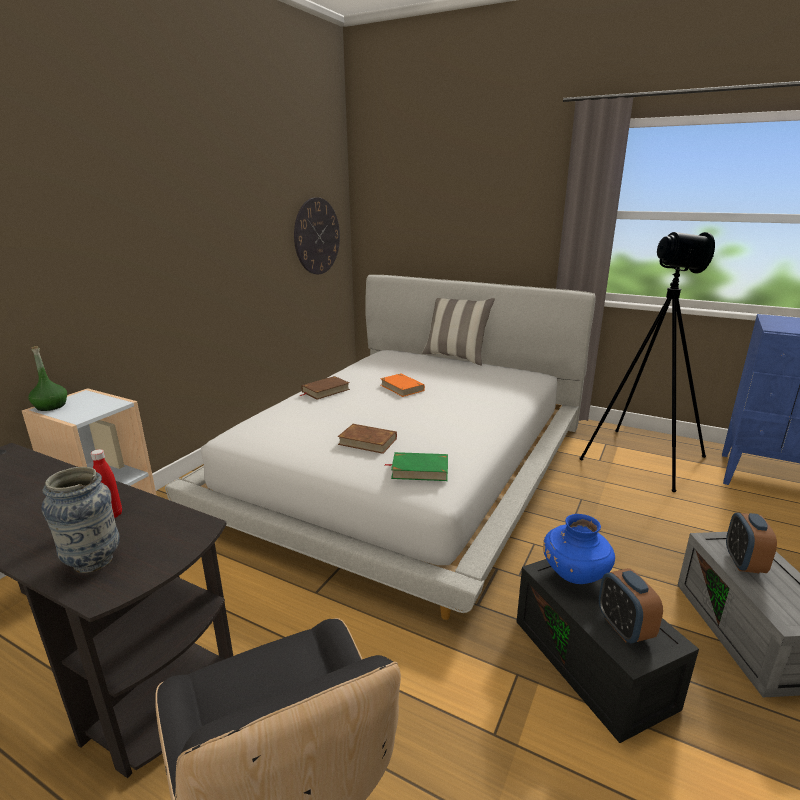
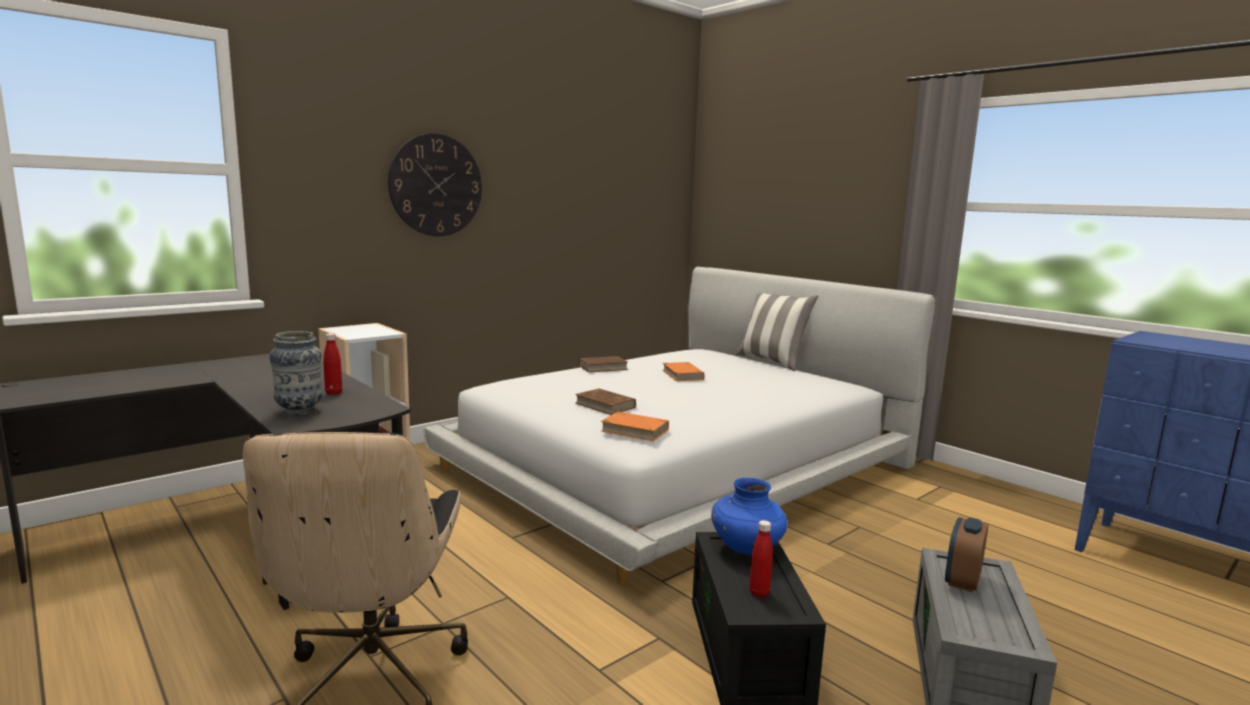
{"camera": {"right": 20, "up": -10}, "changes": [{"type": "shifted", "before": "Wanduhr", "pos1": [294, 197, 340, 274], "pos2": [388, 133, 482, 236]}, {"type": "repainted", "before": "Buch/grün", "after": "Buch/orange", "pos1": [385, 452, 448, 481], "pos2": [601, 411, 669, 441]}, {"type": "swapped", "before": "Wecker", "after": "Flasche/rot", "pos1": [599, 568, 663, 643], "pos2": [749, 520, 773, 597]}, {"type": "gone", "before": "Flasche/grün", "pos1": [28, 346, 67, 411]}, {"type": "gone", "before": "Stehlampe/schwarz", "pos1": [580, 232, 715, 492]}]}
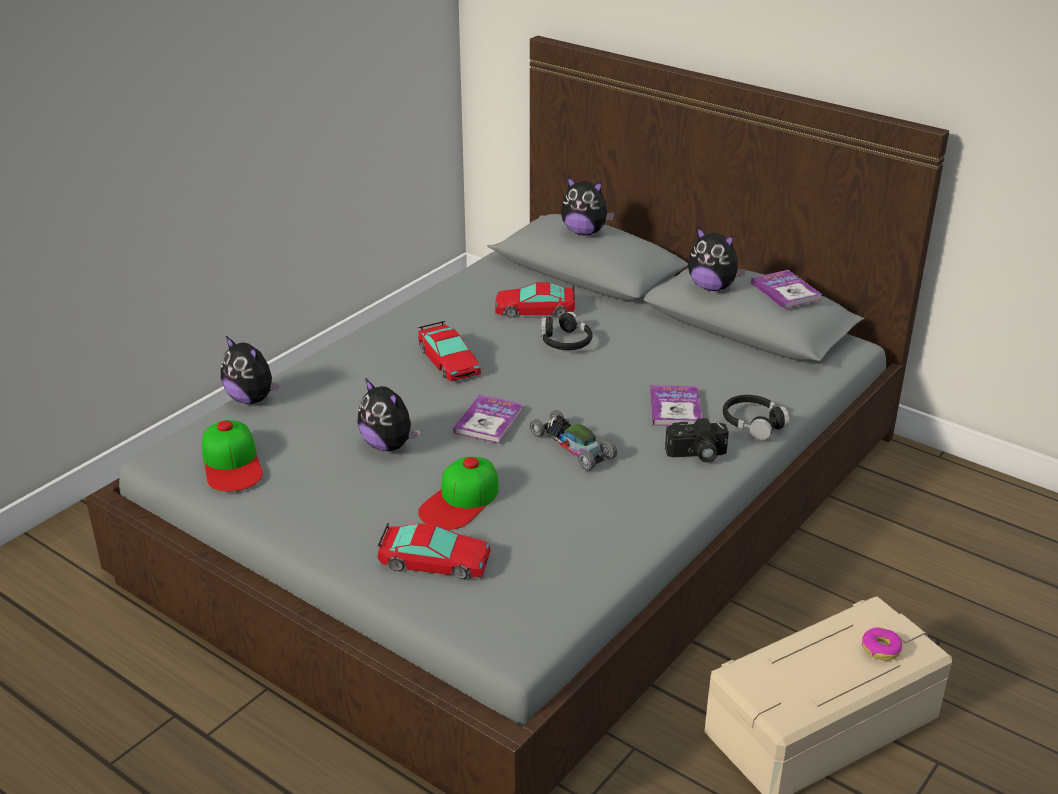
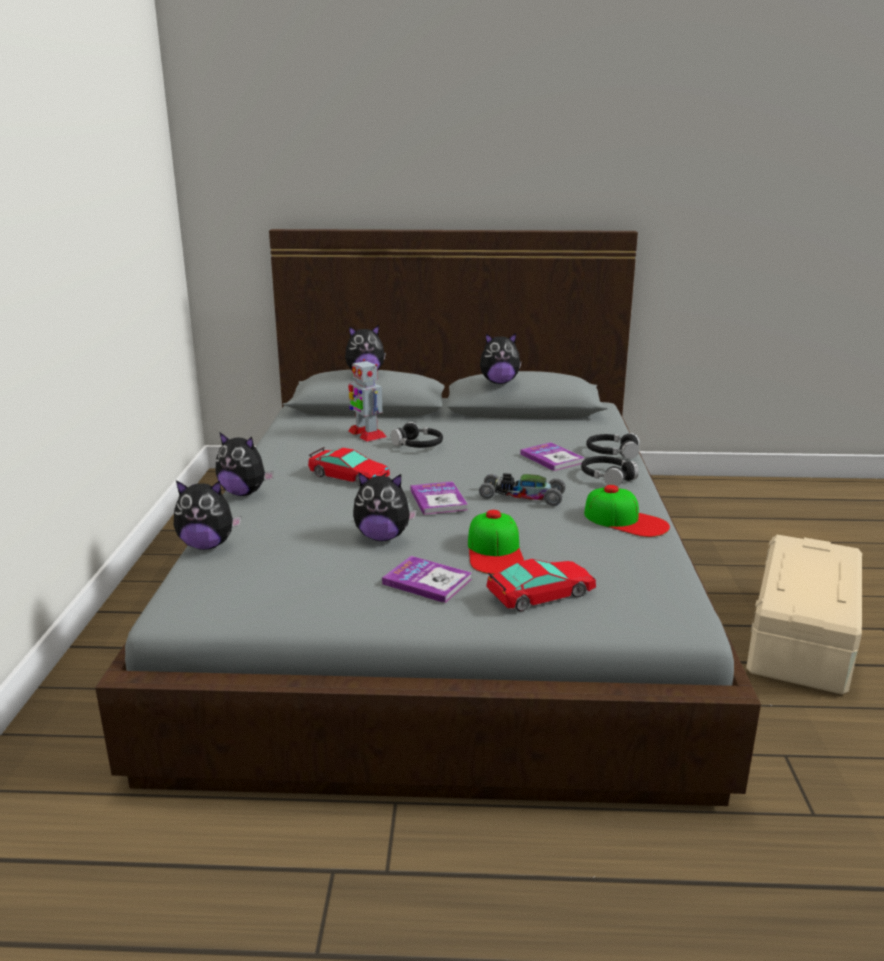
{"camera": {"right": -35, "up": -10}, "changes": [{"type": "new", "after": "Plüschtier", "pos2": [215, 432, 274, 496]}, {"type": "swapped", "before": "Spielzeugauto", "after": "Spielzeugroboter", "pos1": [495, 282, 575, 318], "pos2": [348, 359, 386, 442]}, {"type": "shifted", "before": "Buch", "pos1": [751, 270, 822, 309], "pos2": [382, 556, 472, 603]}, {"type": "swapped", "before": "Kamera", "after": "Kopfhörer/schwarz", "pos1": [665, 418, 729, 463], "pos2": [581, 456, 639, 486]}, {"type": "shifted", "before": "Kappe", "pos1": [202, 420, 263, 492], "pos2": [584, 485, 670, 537]}, {"type": "gone", "before": "Donut", "pos1": [862, 628, 902, 660]}]}
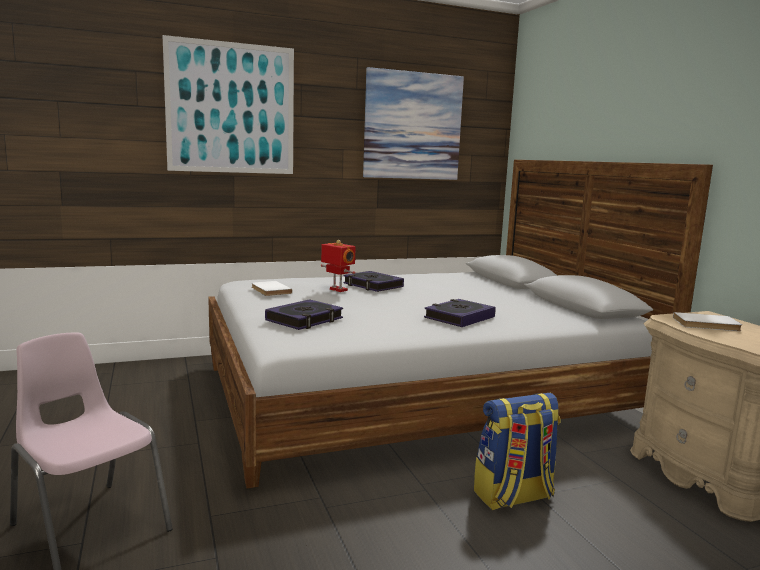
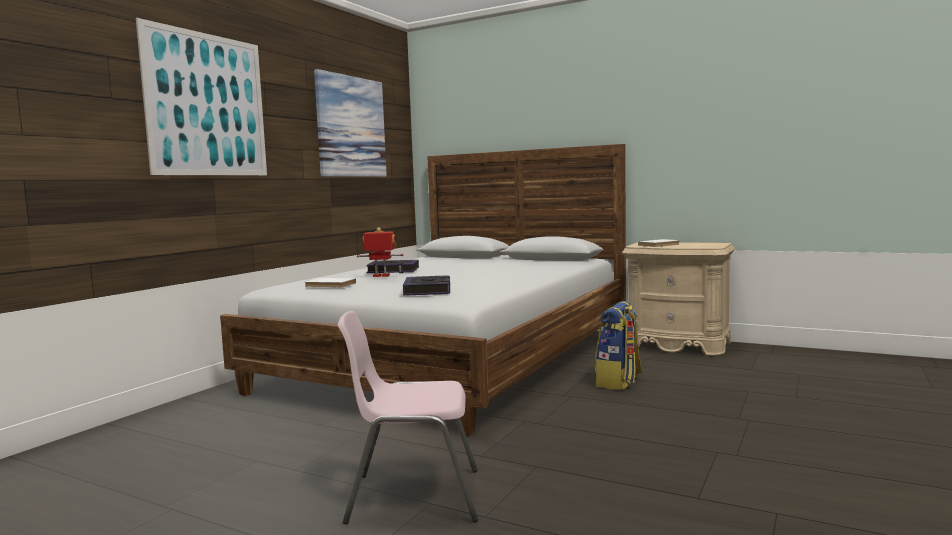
{"camera": {"right": -40, "up": -5}, "changes": [{"type": "gone", "before": "Buch", "pos1": [424, 299, 496, 327]}]}
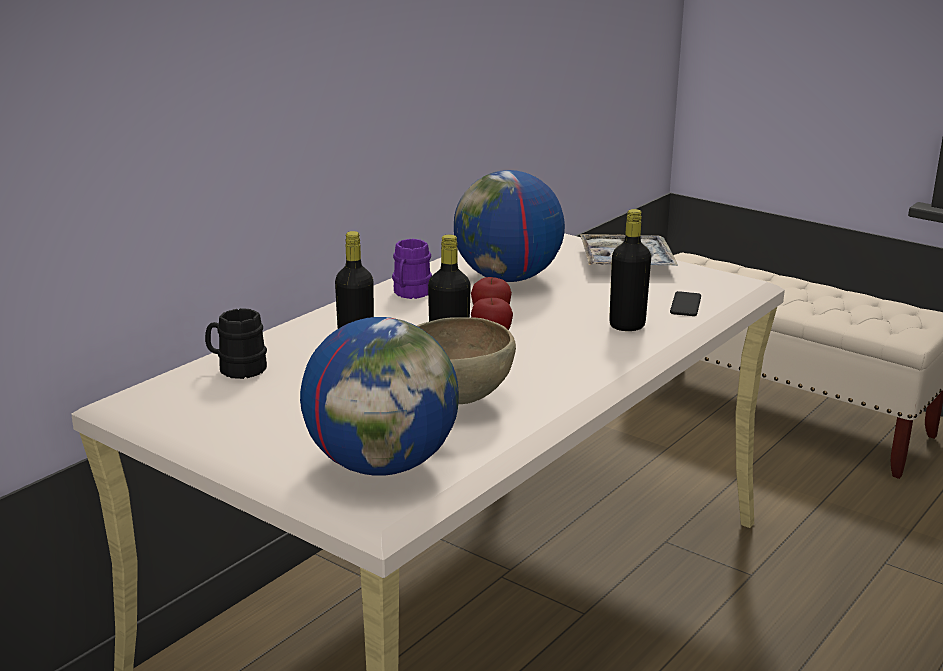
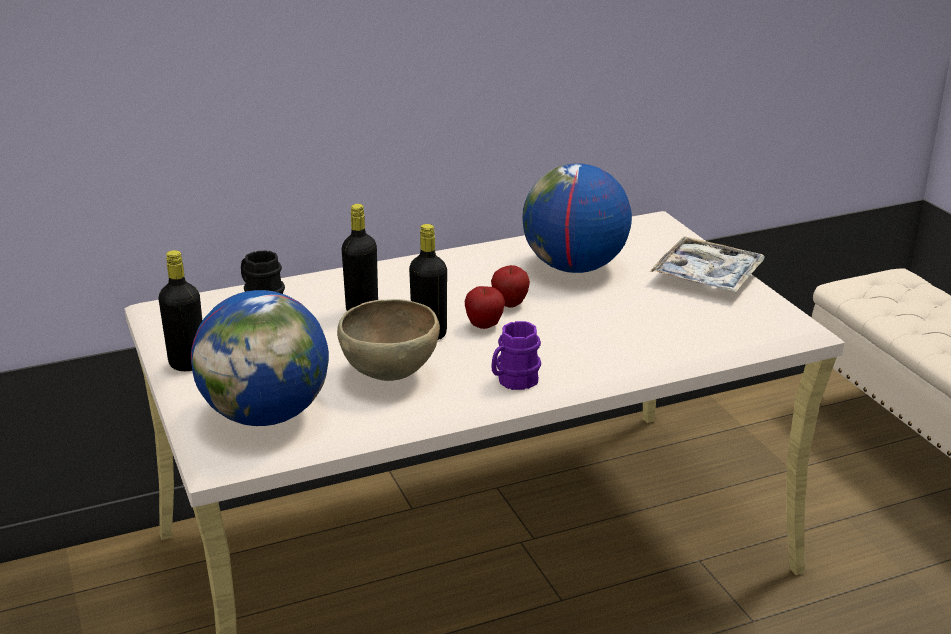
{"camera": {"right": 30, "up": 5}, "changes": [{"type": "shifted", "before": "Flasche/schwarz", "pos1": [609, 209, 651, 331], "pos2": [158, 250, 202, 371]}, {"type": "shifted", "before": "Henkelbecher/lila", "pos1": [392, 239, 432, 299], "pos2": [491, 321, 541, 390]}, {"type": "gone", "before": "Handy", "pos1": [670, 291, 701, 316]}]}
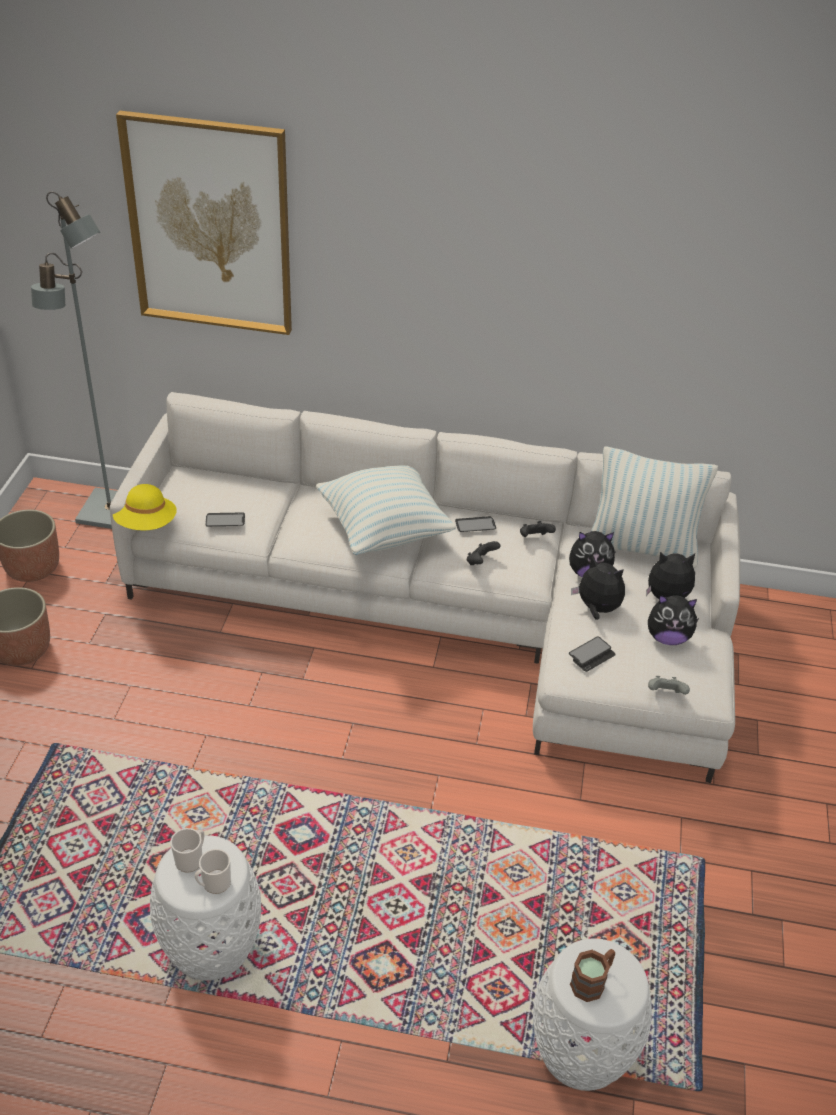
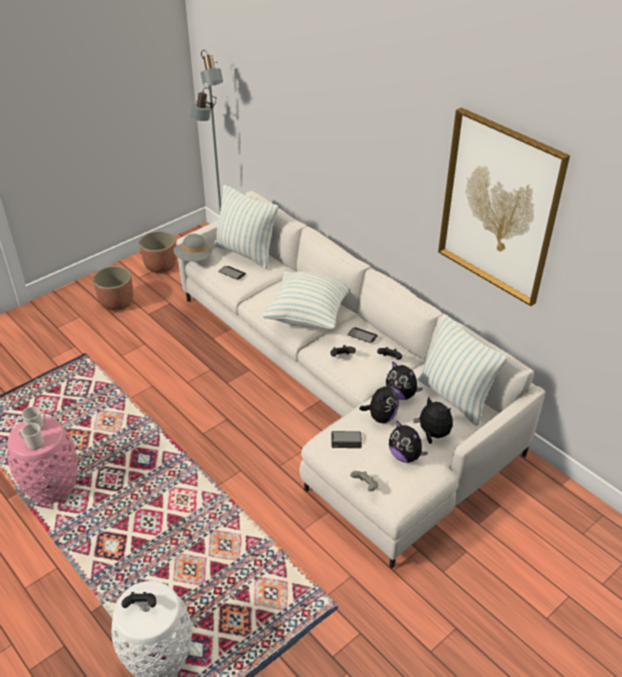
{"camera": {"right": 40, "up": 0}, "changes": [{"type": "repainted", "before": "Hocker/weiß", "after": "Hocker/rosa", "pos1": [150, 835, 262, 981], "pos2": [7, 416, 78, 504]}, {"type": "swapped", "before": "Henkelbecher/braun", "after": "Gamepad/schwarz", "pos1": [570, 949, 615, 1002], "pos2": [122, 592, 156, 608]}, {"type": "repainted", "before": "Hut/gelb", "after": "Hut/grau", "pos1": [113, 484, 177, 530], "pos2": [174, 234, 212, 262]}, {"type": "new", "after": "Kissen", "pos2": [214, 185, 278, 269]}, {"type": "rotated", "before": "Plüschtier", "pos1": [571, 556, 625, 620], "pos2": [359, 381, 399, 423], "turn": 45}, {"type": "shifted", "before": "Bild", "pos1": [116, 111, 292, 335], "pos2": [438, 108, 570, 306]}]}
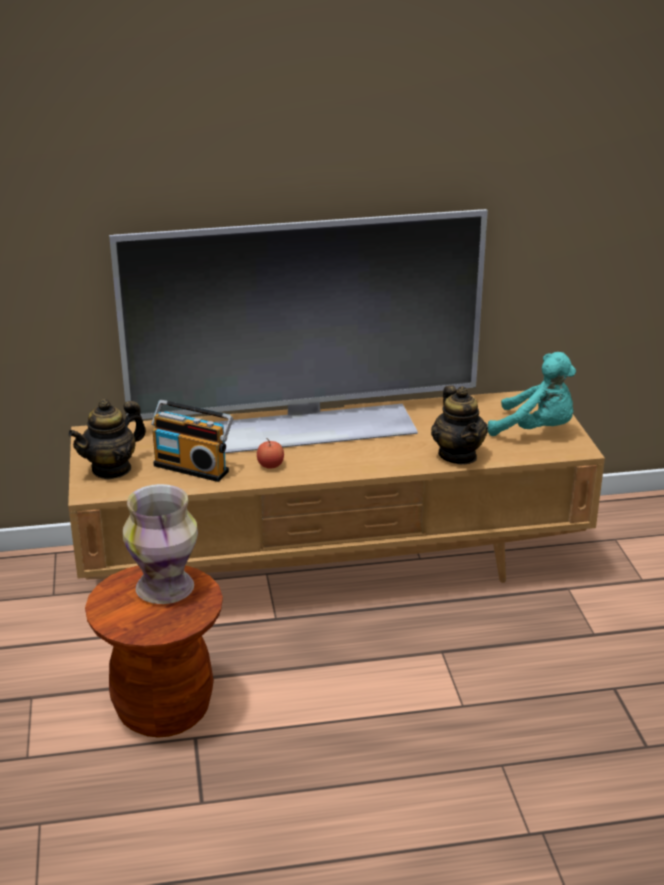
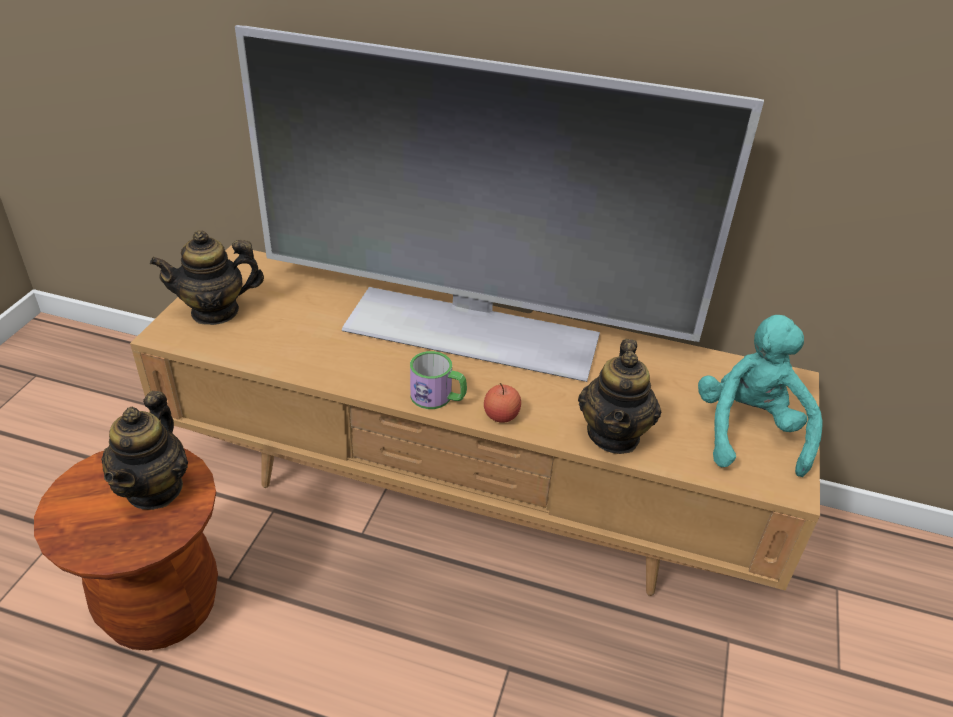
{"camera": {"right": 25, "up": 10}, "changes": [{"type": "swapped", "before": "Vase", "after": "Teekanne", "pos1": [123, 484, 198, 604], "pos2": [101, 391, 188, 510]}, {"type": "new", "after": "Henkelbecher", "pos2": [410, 351, 467, 409]}, {"type": "shifted", "before": "Apfel", "pos1": [257, 438, 284, 469], "pos2": [484, 383, 521, 423]}, {"type": "rotated", "before": "Plüschtier/türkis", "pos1": [488, 352, 576, 436], "pos2": [698, 315, 823, 477], "turn": -135}, {"type": "gone", "before": "Radio", "pos1": [151, 400, 233, 482]}]}
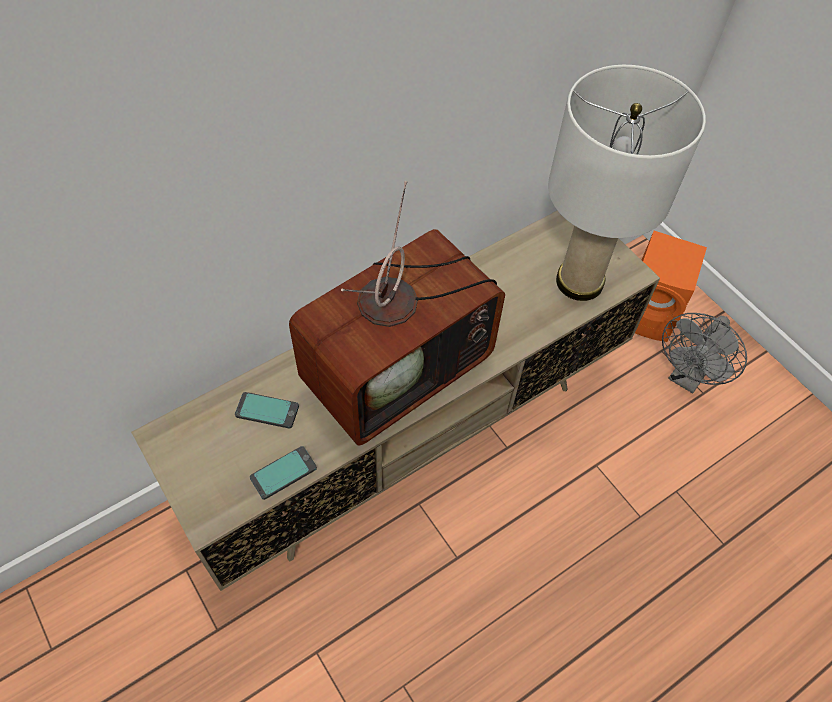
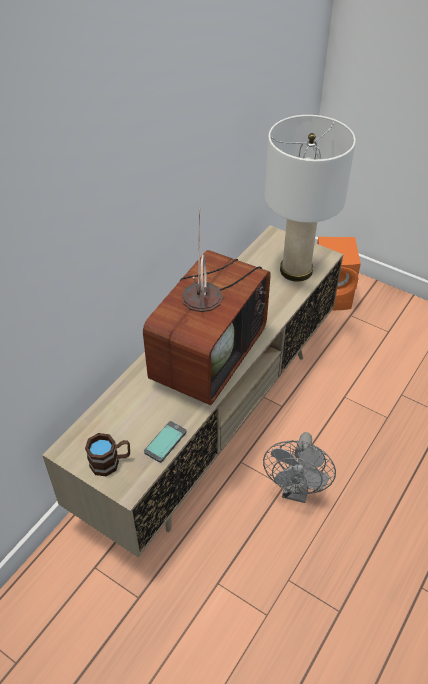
{"camera": {"right": -20, "up": -10}, "changes": [{"type": "new", "after": "Henkelbecher/braun", "pos2": [85, 433, 130, 476]}, {"type": "shifted", "before": "Ventilator/grau", "pos1": [662, 313, 747, 394], "pos2": [263, 432, 336, 503]}, {"type": "gone", "before": "Handy", "pos1": [235, 392, 299, 429]}]}
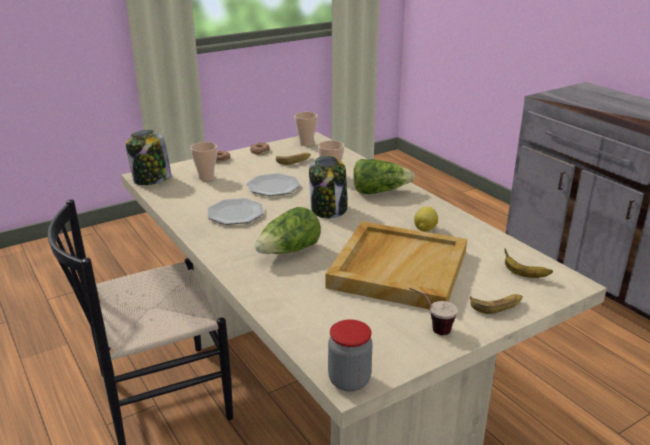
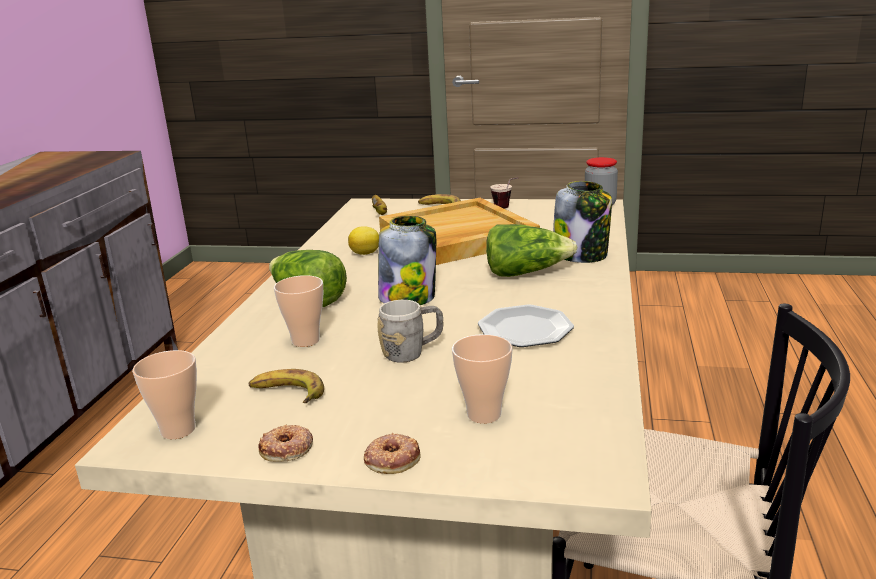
{"camera": {"right": -135, "up": -5}, "changes": [{"type": "swapped", "before": "Teller", "after": "Henkelbecher/grau", "pos1": [247, 173, 300, 196], "pos2": [377, 300, 443, 363]}, {"type": "shifted", "before": "Vorratsglas", "pos1": [126, 130, 171, 185], "pos2": [553, 181, 612, 263]}]}
